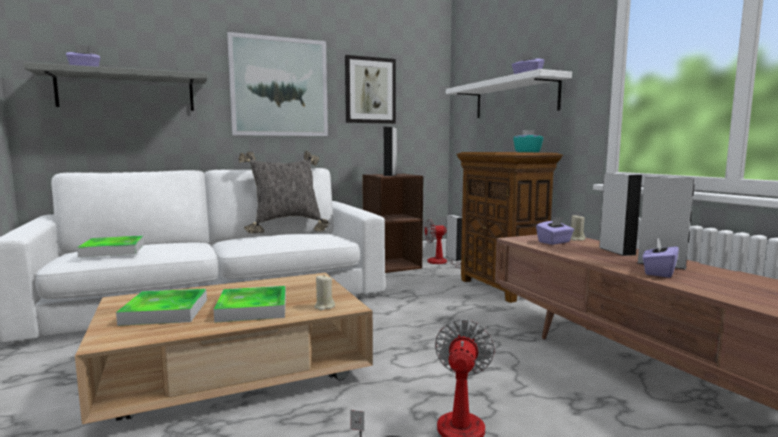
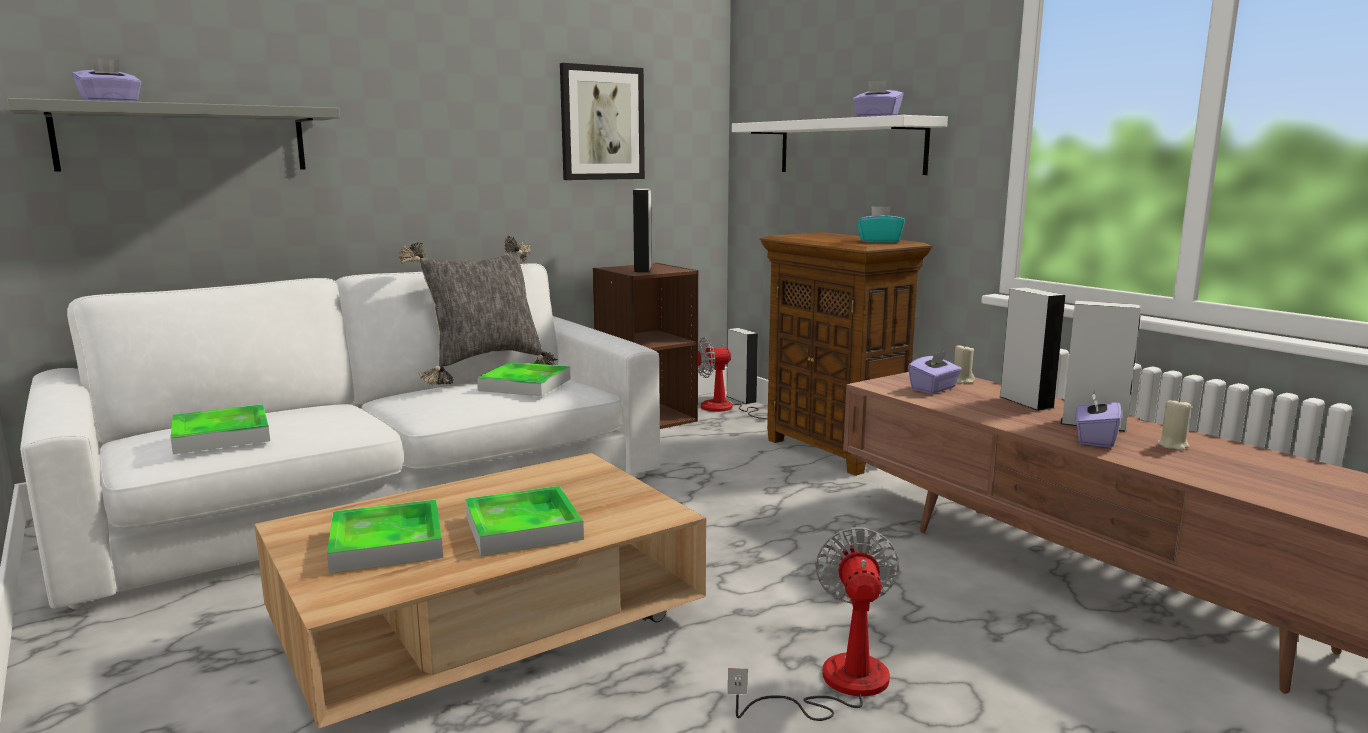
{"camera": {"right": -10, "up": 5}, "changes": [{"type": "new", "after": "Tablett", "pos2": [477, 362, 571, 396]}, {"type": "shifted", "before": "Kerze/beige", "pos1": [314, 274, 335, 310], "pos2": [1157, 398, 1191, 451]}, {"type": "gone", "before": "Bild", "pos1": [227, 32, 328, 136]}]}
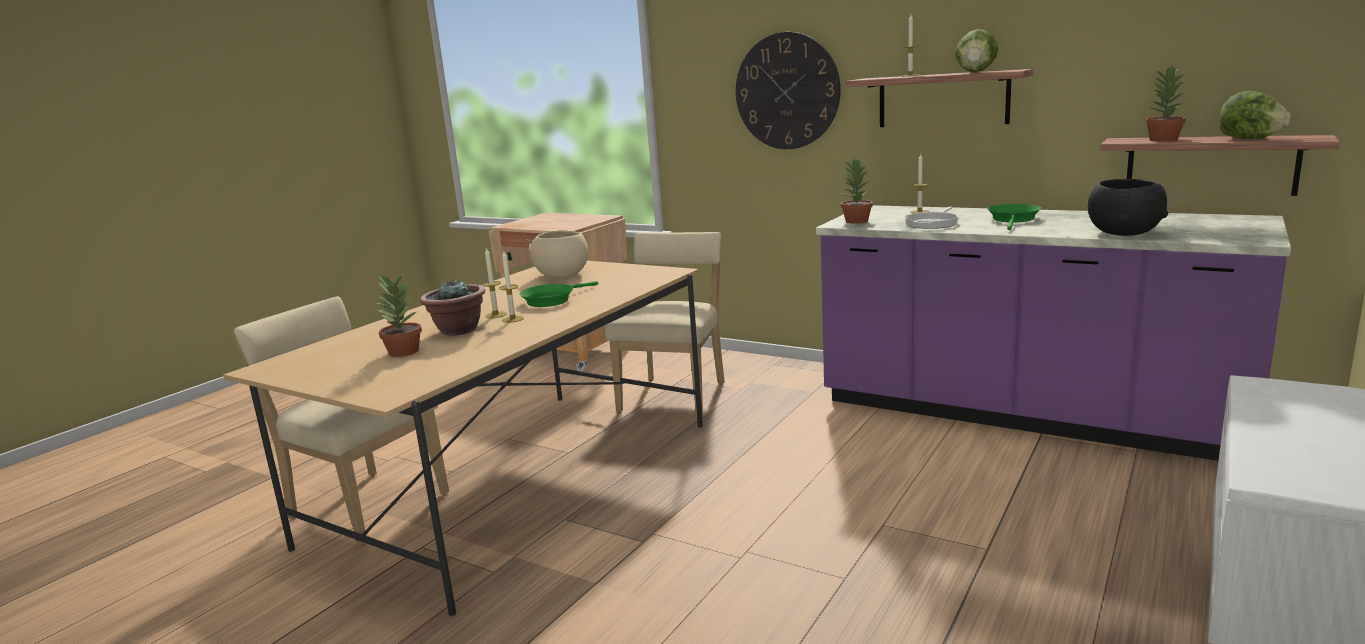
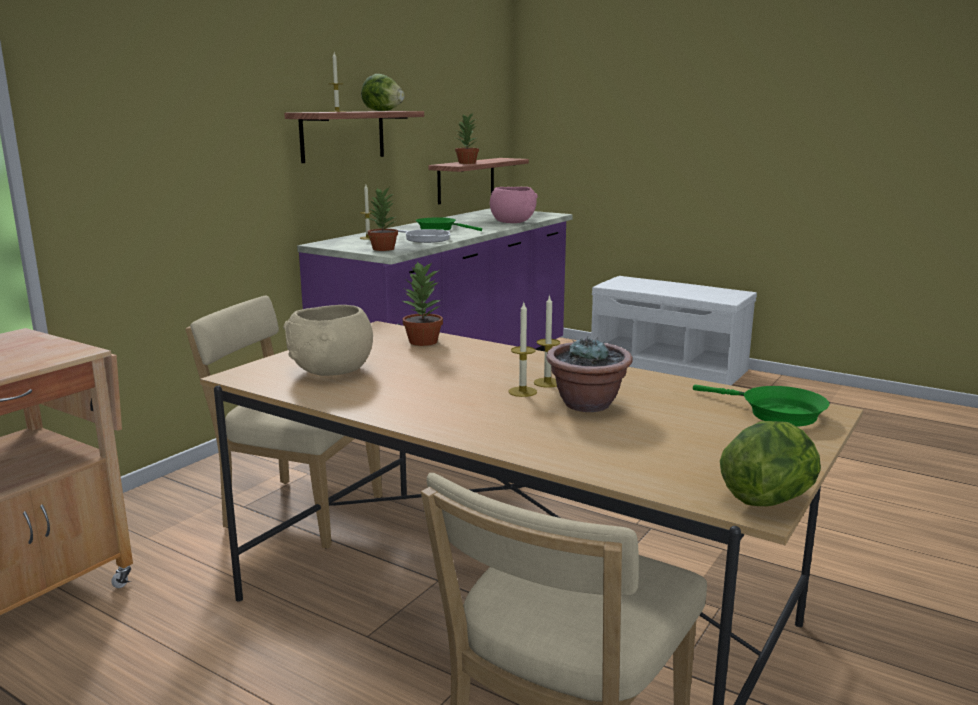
{"camera": {"right": -90, "up": 0}, "changes": [{"type": "shifted", "before": "Topfpflanze", "pos1": [376, 273, 422, 357], "pos2": [401, 261, 443, 346]}, {"type": "repainted", "before": "Schüssel/schwarz", "after": "Schüssel/rosa", "pos1": [1088, 179, 1168, 236], "pos2": [490, 187, 538, 223]}, {"type": "shifted", "before": "Pfanne/grün", "pos1": [520, 281, 598, 307], "pos2": [693, 385, 830, 427]}, {"type": "shifted", "before": "Salatkopf", "pos1": [1219, 90, 1291, 139], "pos2": [720, 421, 821, 506]}, {"type": "gone", "before": "Wanduhr", "pos1": [736, 32, 841, 149]}]}
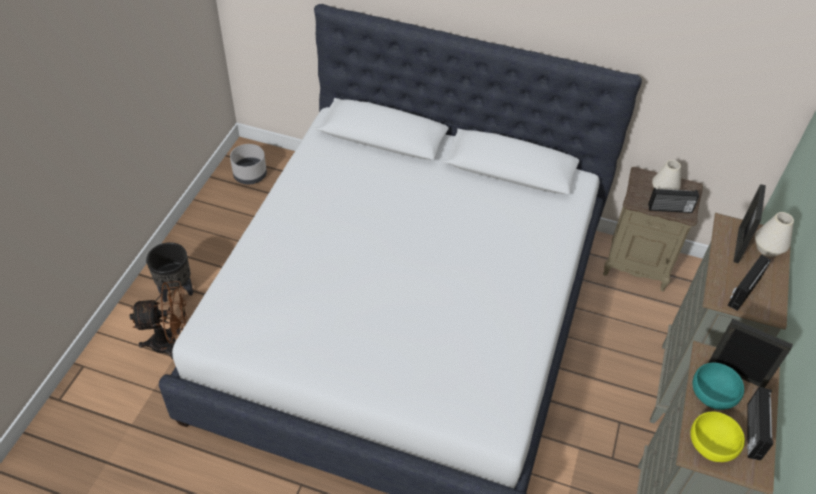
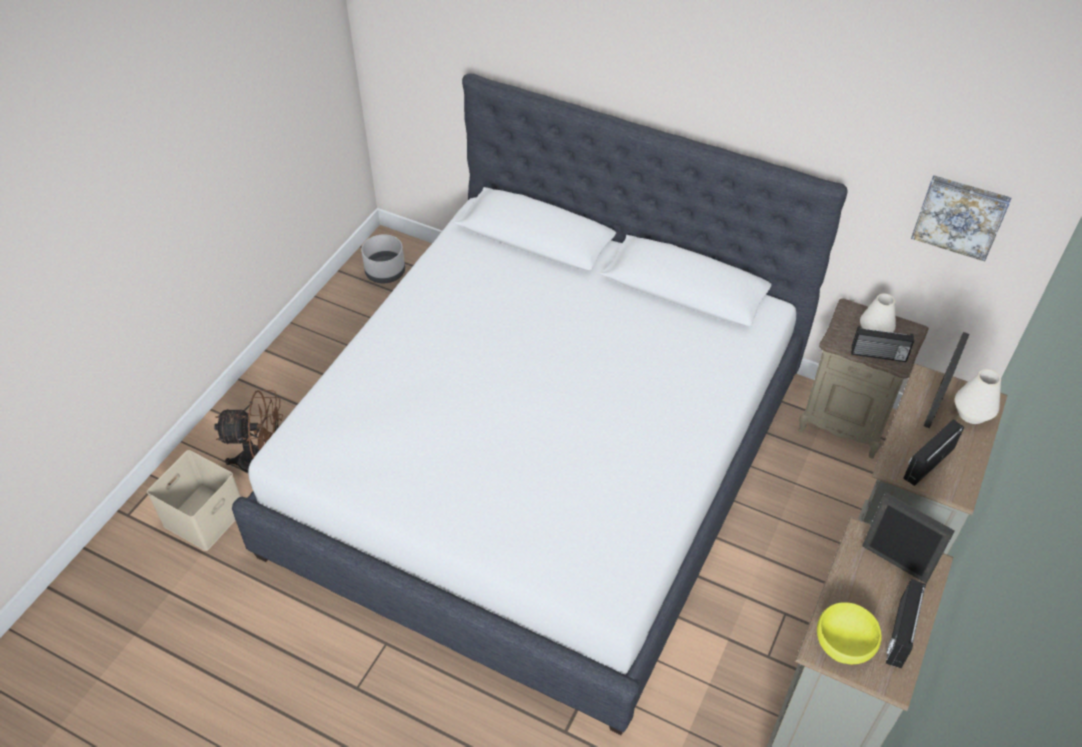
{"camera": {"right": 10, "up": 0}, "changes": [{"type": "new", "after": "Aufbewahrungsbox/beige", "pos2": [147, 450, 241, 551]}, {"type": "new", "after": "Bild", "pos2": [911, 175, 1011, 261]}, {"type": "gone", "before": "Pflanzkübel/schwarz", "pos1": [146, 242, 193, 302]}, {"type": "gone", "before": "Schüssel/türkis", "pos1": [693, 363, 744, 410]}]}
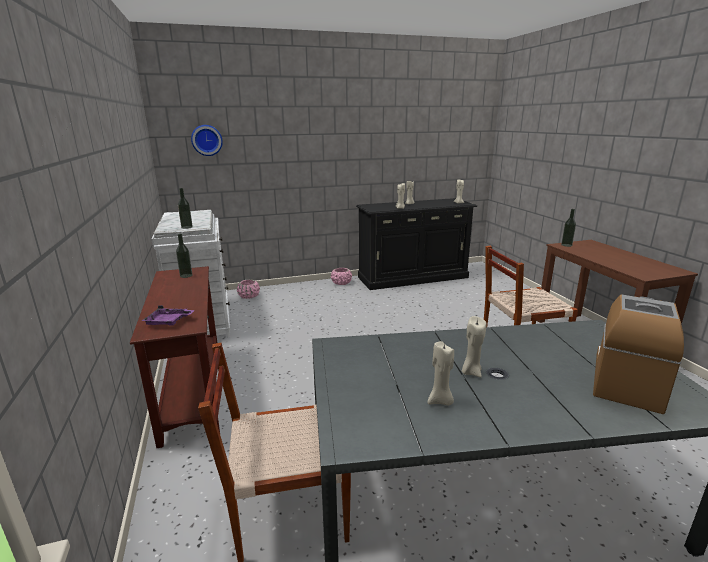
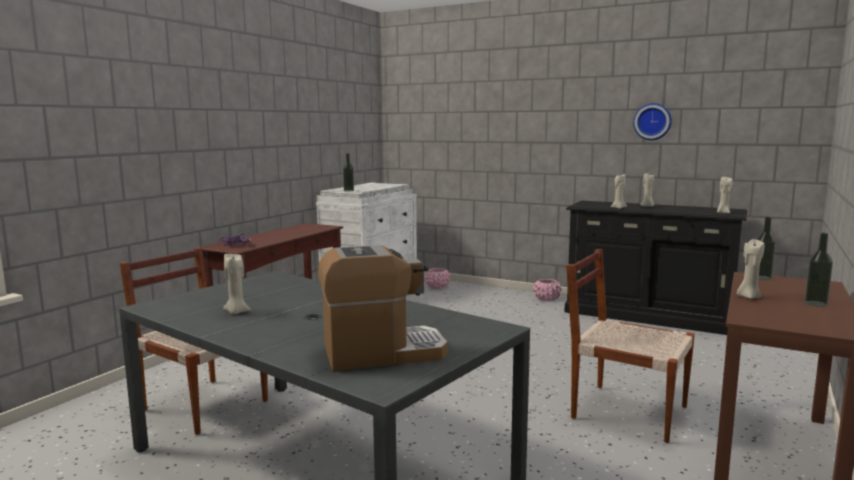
{"camera": {"right": 45, "up": -10}, "changes": [{"type": "shifted", "before": "Wanduhr", "pos1": [191, 125, 223, 156], "pos2": [633, 103, 672, 140]}, {"type": "shifted", "before": "Kerze/beige", "pos1": [462, 316, 486, 377], "pos2": [737, 239, 765, 299]}, {"type": "shifted", "before": "Flasche", "pos1": [176, 233, 193, 278], "pos2": [805, 233, 833, 307]}]}
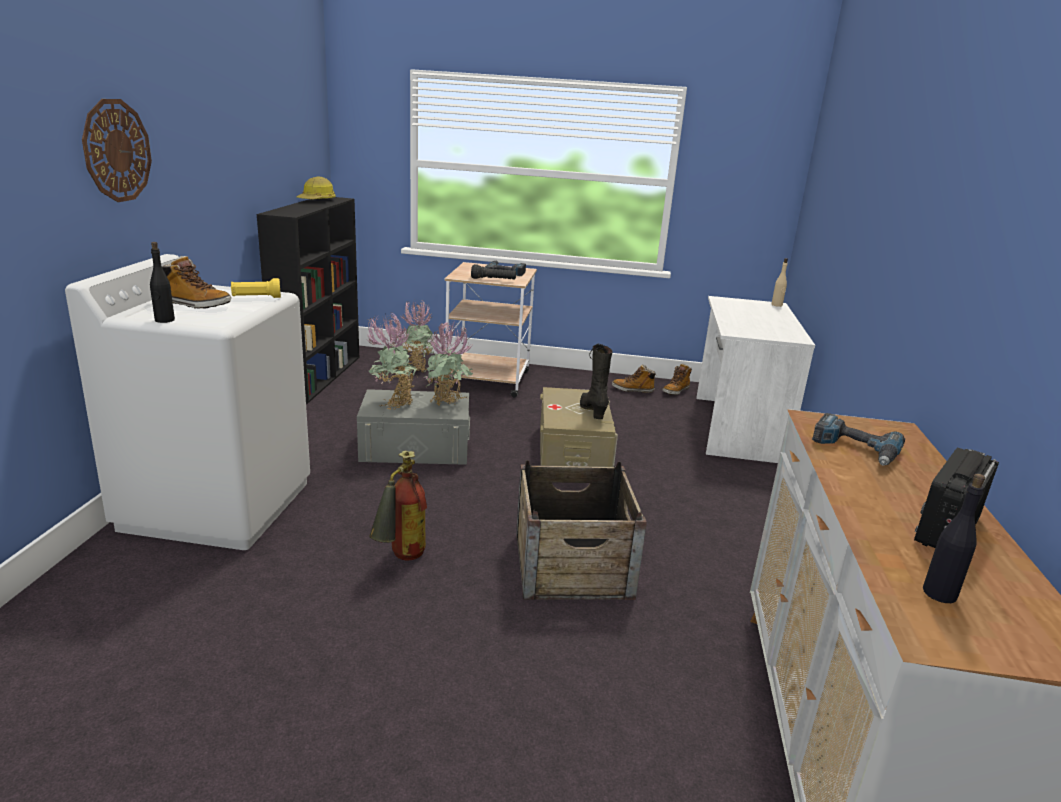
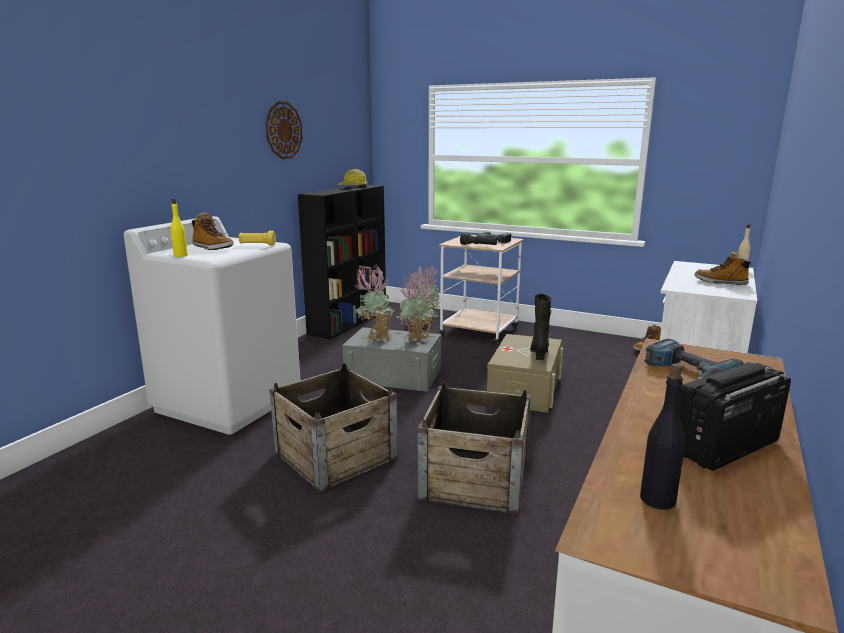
{"camera": {"right": 20, "up": -5}, "changes": [{"type": "repainted", "before": "Flasche/schwarz", "after": "Flasche/gelb", "pos1": [150, 242, 175, 323], "pos2": [171, 199, 188, 257]}, {"type": "shifted", "before": "Wanduhr", "pos1": [82, 99, 152, 202], "pos2": [265, 101, 303, 159]}, {"type": "swapped", "before": "Feuerlöscher", "after": "Kiste", "pos1": [369, 451, 427, 561], "pos2": [269, 363, 398, 493]}, {"type": "shifted", "before": "Stiefel", "pos1": [612, 364, 657, 393], "pos2": [694, 251, 752, 285]}]}
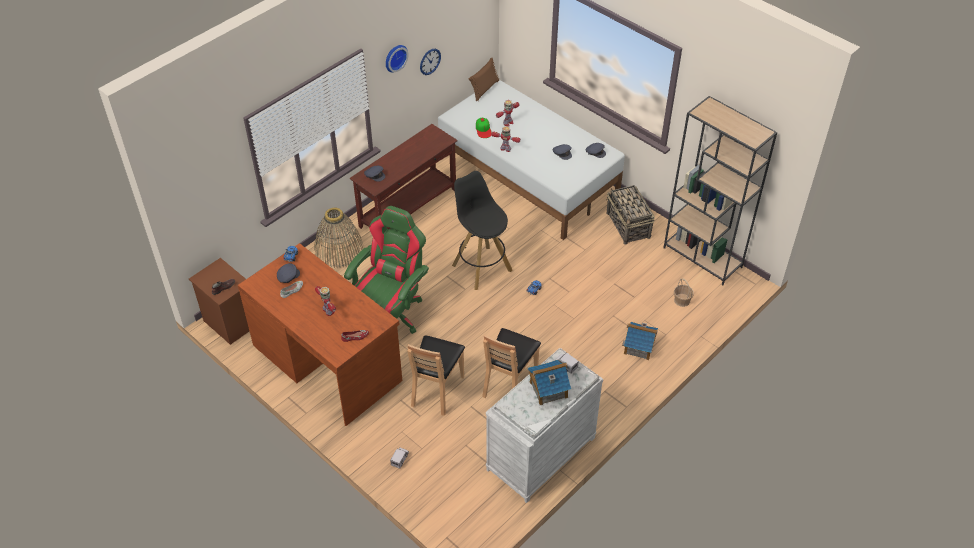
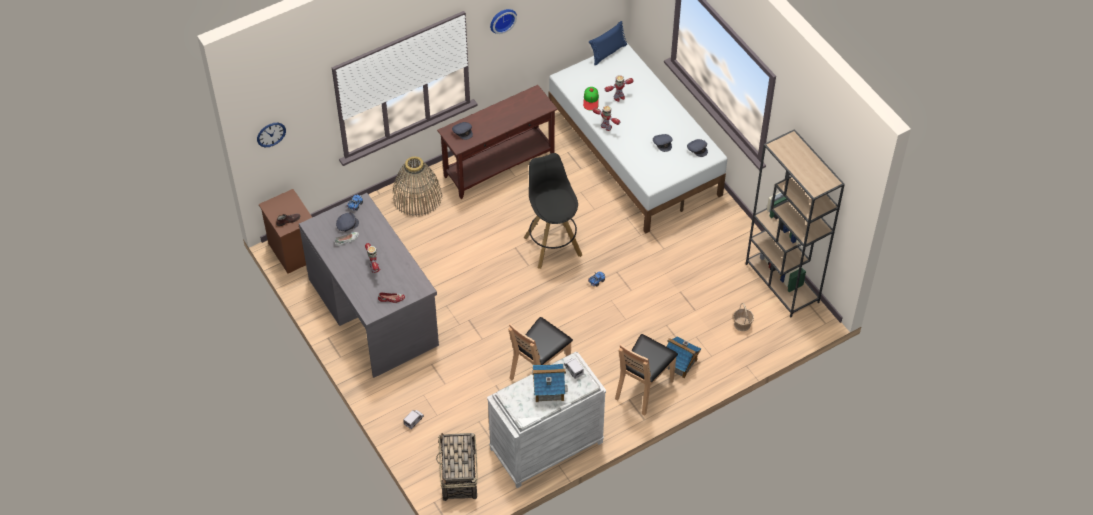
{"camera": {"right": 15, "up": 5}, "changes": [{"type": "shifted", "before": "Wanduhr", "pos1": [420, 49, 441, 75], "pos2": [257, 123, 286, 147]}, {"type": "repainted", "before": "Schreibtisch/braun", "after": "Schreibtisch/grau", "pos1": [238, 243, 402, 426], "pos2": [299, 193, 439, 378]}, {"type": "shifted", "before": "Korb", "pos1": [606, 185, 655, 245], "pos2": [436, 433, 478, 501]}, {"type": "repainted", "before": "Kissen/braun", "after": "Kissen/blau", "pos1": [468, 58, 499, 102], "pos2": [589, 21, 627, 65]}, {"type": "shifted", "before": "Stuhl/braun", "pos1": [407, 335, 465, 416], "pos2": [615, 334, 678, 415]}, {"type": "gone", "before": "Bürostuhl/grün", "pos1": [344, 206, 429, 334]}]}
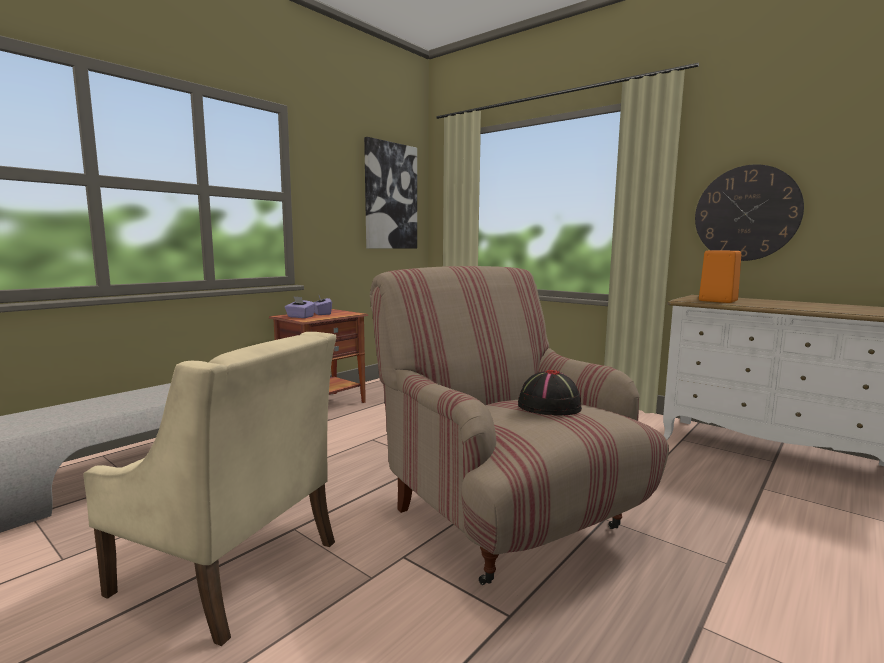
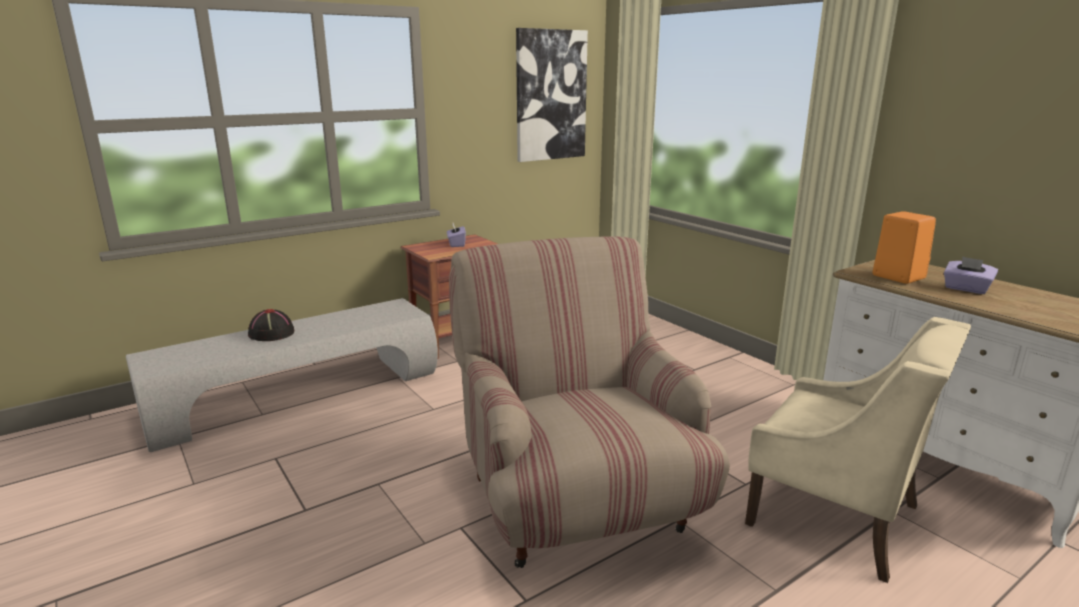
{"camera": {"right": 15, "up": 10}, "changes": [{"type": "shifted", "before": "Hut/schwarz", "pos1": [518, 370, 582, 416], "pos2": [248, 309, 294, 341]}, {"type": "shifted", "before": "Sessel/beige", "pos1": [83, 332, 336, 646], "pos2": [745, 317, 971, 583]}, {"type": "shifted", "before": "Taschentuchbox/lila", "pos1": [285, 296, 316, 318], "pos2": [944, 256, 998, 294]}, {"type": "gone", "before": "Wanduhr", "pos1": [695, 164, 804, 261]}]}
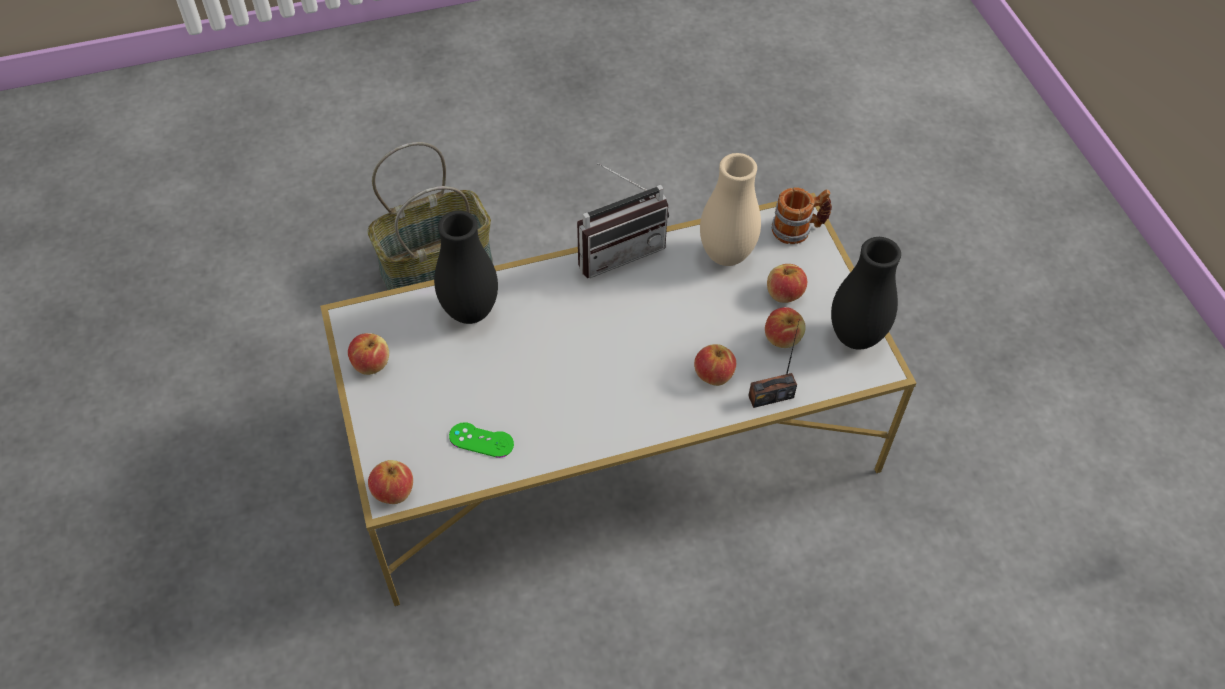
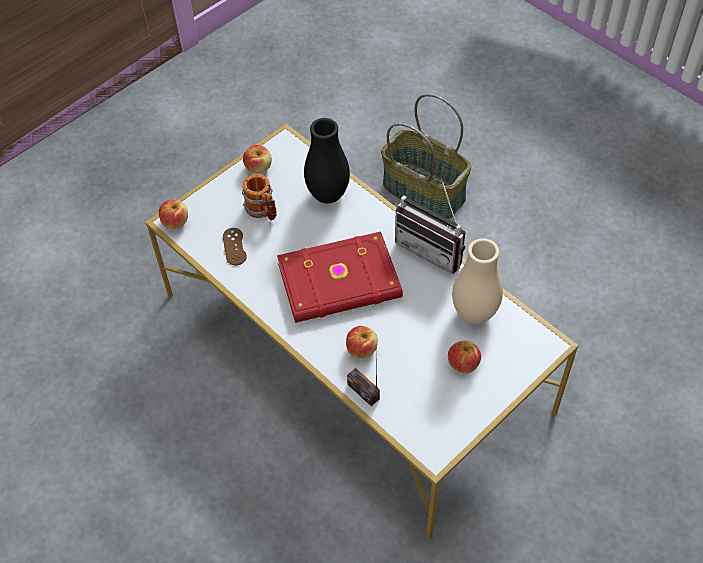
{"camera": {"right": 65, "up": 0}, "changes": [{"type": "repainted", "before": "Gamepad/grün", "after": "Gamepad/braun", "pos1": [449, 422, 514, 458], "pos2": [223, 228, 247, 265]}, {"type": "shifted", "before": "Henkelbecher", "pos1": [771, 187, 832, 244], "pos2": [242, 174, 277, 221]}, {"type": "new", "after": "Buch/rot", "pos2": [277, 232, 403, 323]}, {"type": "gone", "before": "Apfel", "pos1": [765, 307, 806, 348]}, {"type": "gone", "before": "Vase/schwarz", "pos1": [831, 237, 901, 350]}]}
